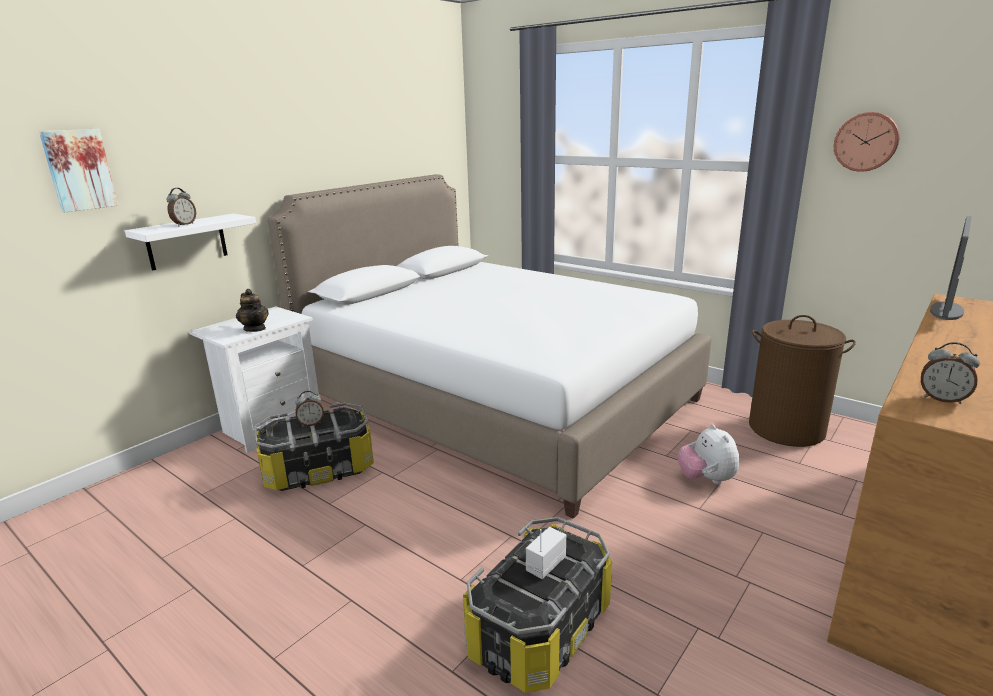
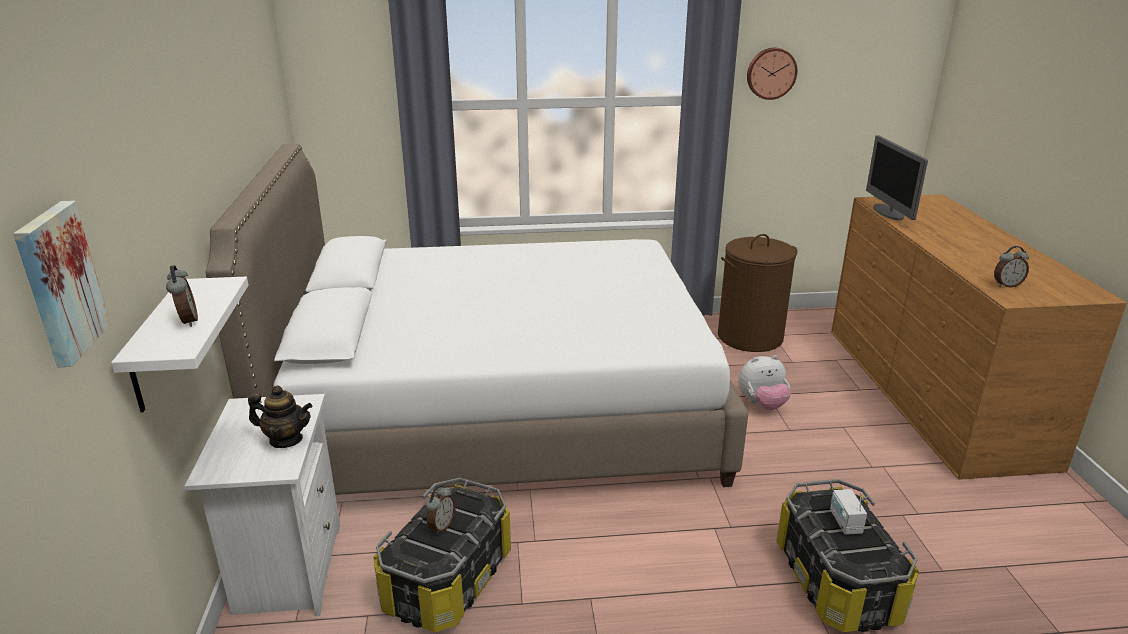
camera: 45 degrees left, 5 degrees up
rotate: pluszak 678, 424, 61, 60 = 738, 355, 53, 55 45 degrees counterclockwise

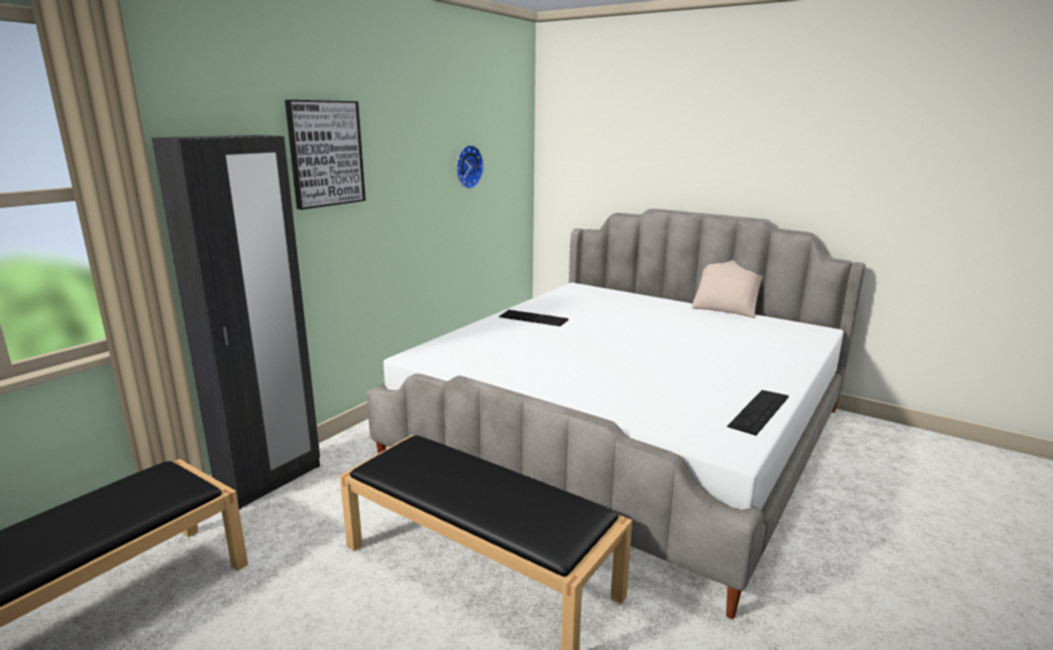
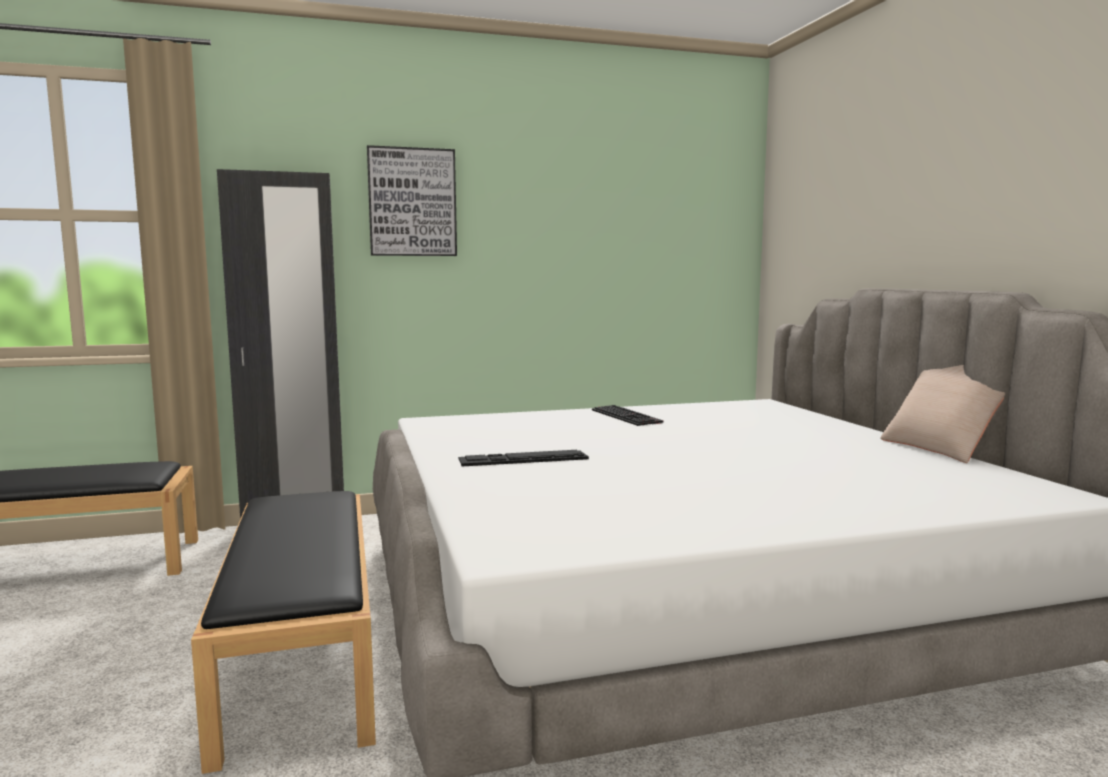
camera: 40 degrees right, 10 degrees down
delete: zegar ścienny 456, 145, 28, 44
move: klawiatura 727, 390, 62, 46 to 458, 450, 131, 17

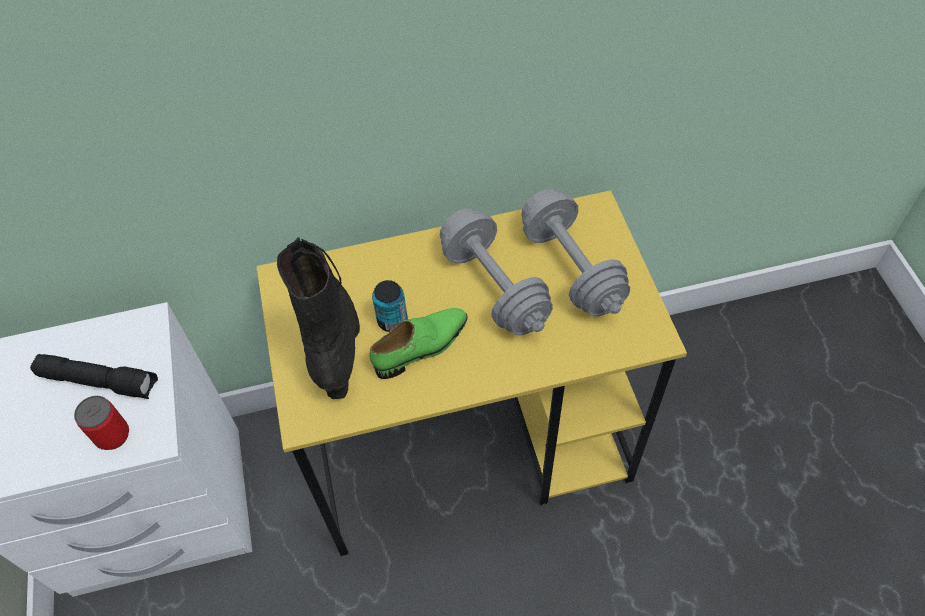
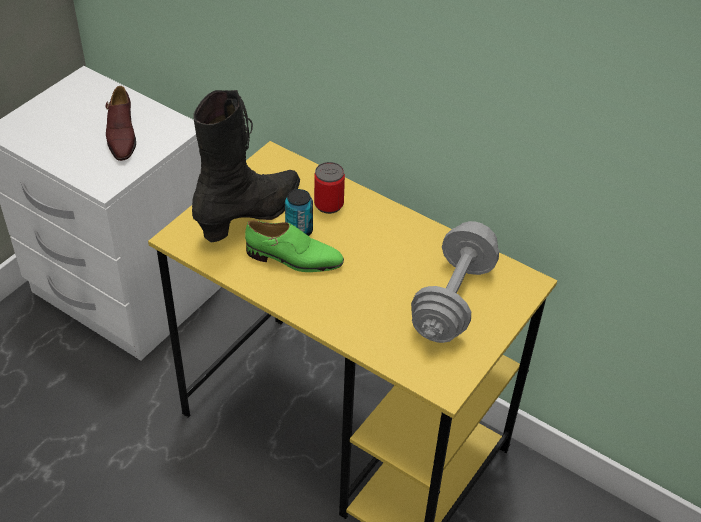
camera: 45 degrees right, 10 degrees down
delete: hantel [szary] 440, 208, 113, 127
move: puszka 74, 396, 55, 54 to 314, 162, 31, 52
replace: latarka [czarny] 30, 354, 128, 45 to but [brązowy] 105, 86, 31, 75

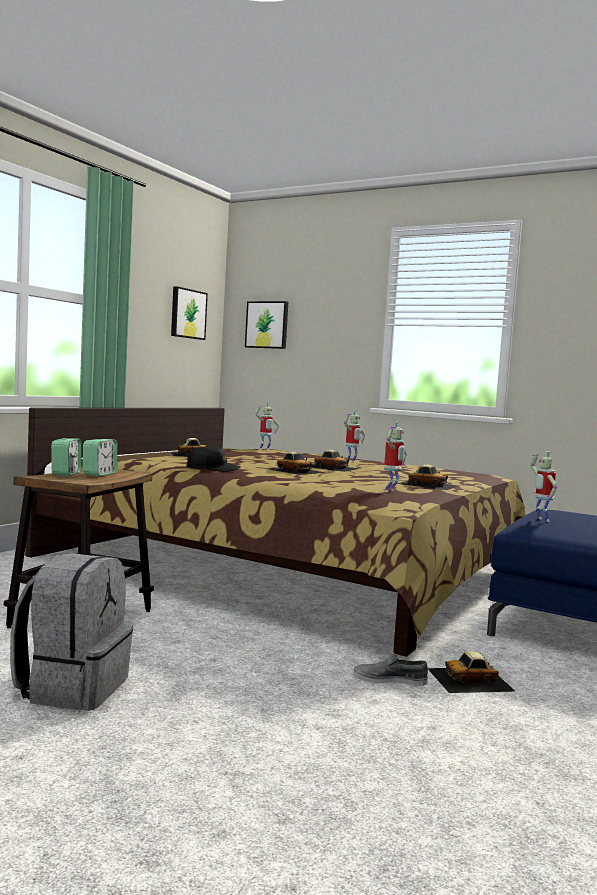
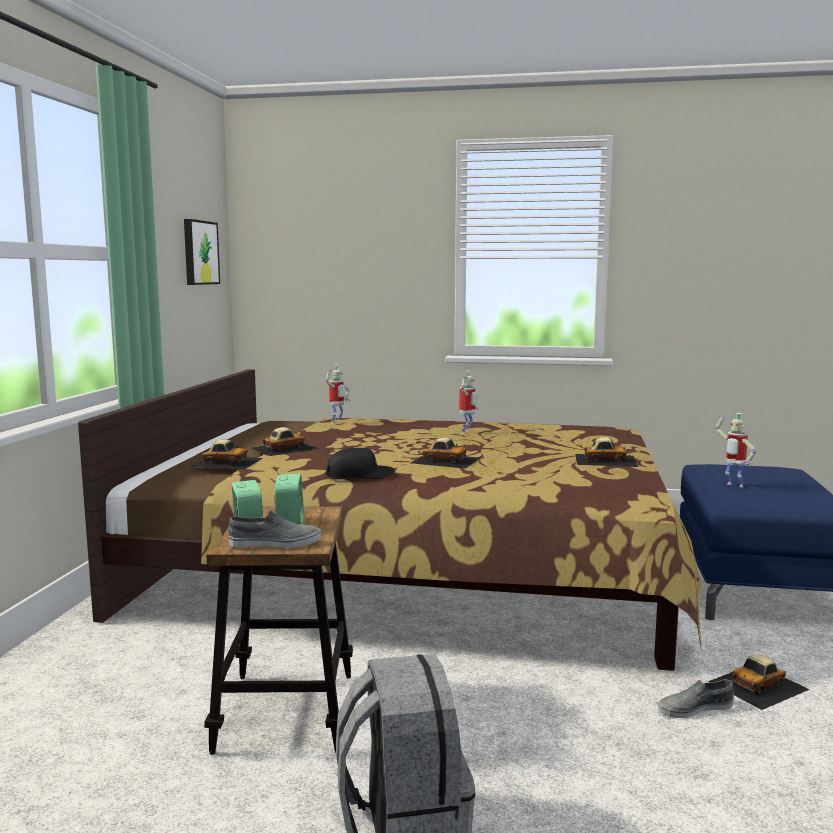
camera: 20 degrees left, 5 degrees up
delete: obraz 245, 301, 43, 48; robot zabawkowy 384, 421, 23, 71
insert: but [szary] 228, 510, 94, 38
move: samochodzik 311, 450, 48, 22 to 189, 440, 74, 30

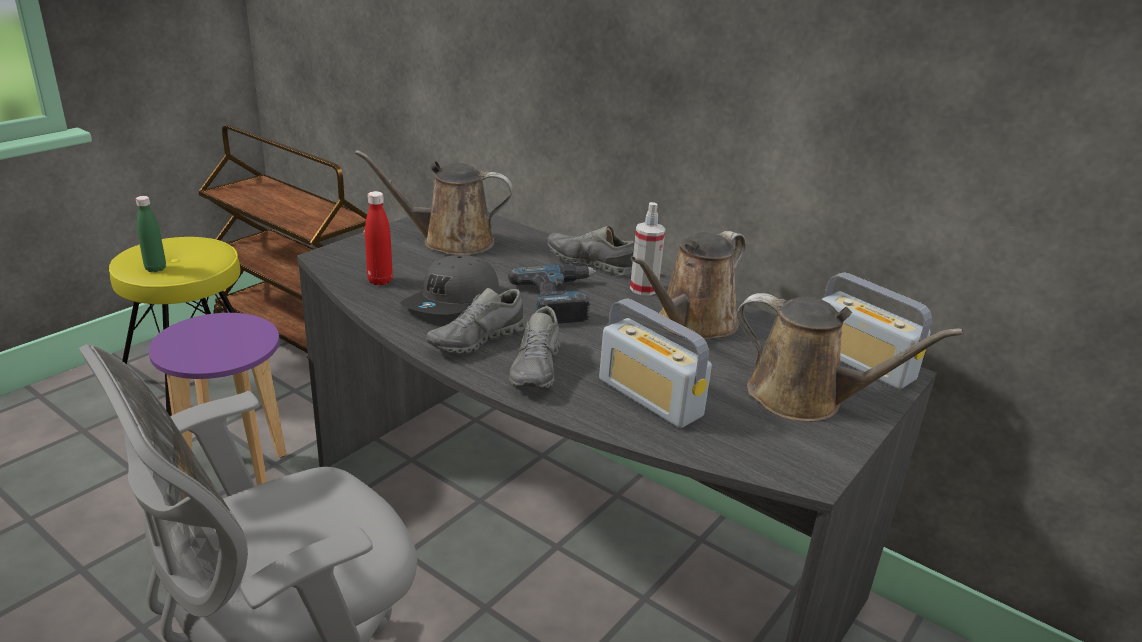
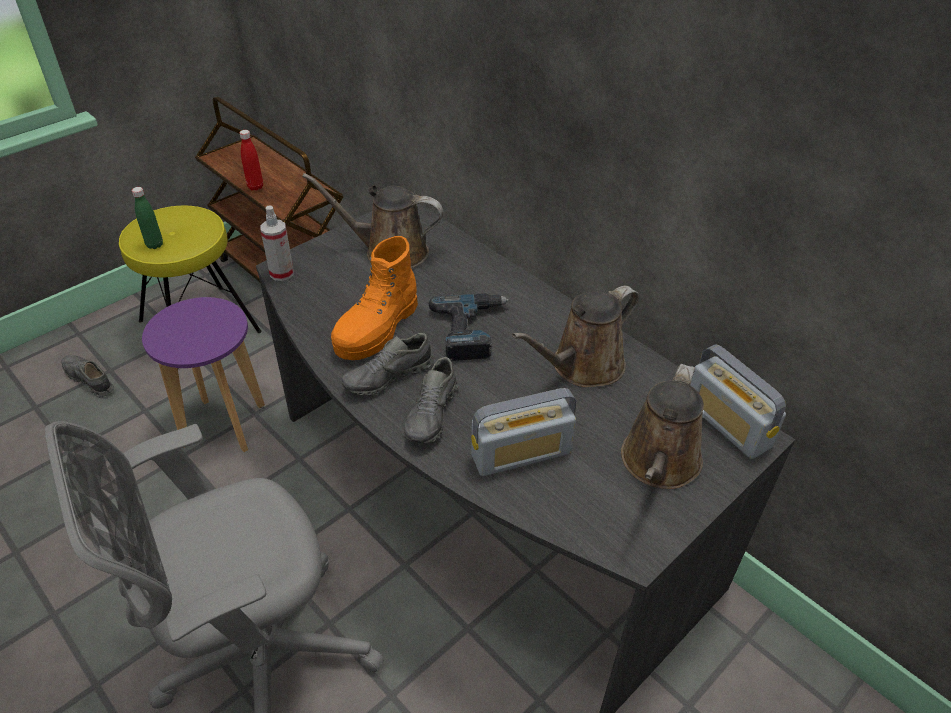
camera: 10 degrees right, 15 degrees up
move: butelka [czerwony] 365, 191, 28, 94 to 239, 130, 24, 61; spryskiwacz 630, 202, 36, 94 to 260, 205, 34, 76; but [szary] 547, 226, 87, 50 to 62, 355, 52, 42
replace: czapka z daszkiem [szary] 401, 255, 98, 60 to but z cholewką [pomarańczowy] 331, 236, 87, 124
rotate: konewka [brązowy] 736, 293, 227, 129 = 621, 364, 83, 125 75 degrees clockwise; radio 599, 298, 113, 130 = 471, 388, 105, 88 75 degrees counterclockwise

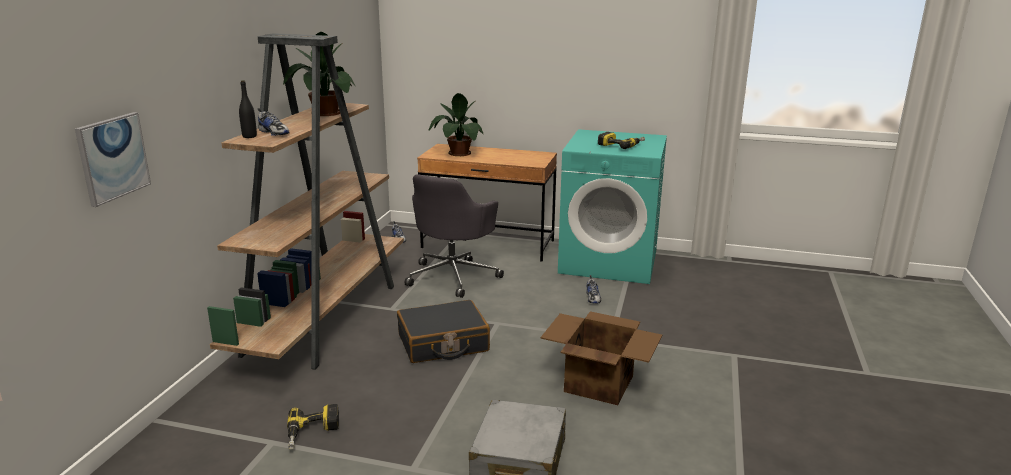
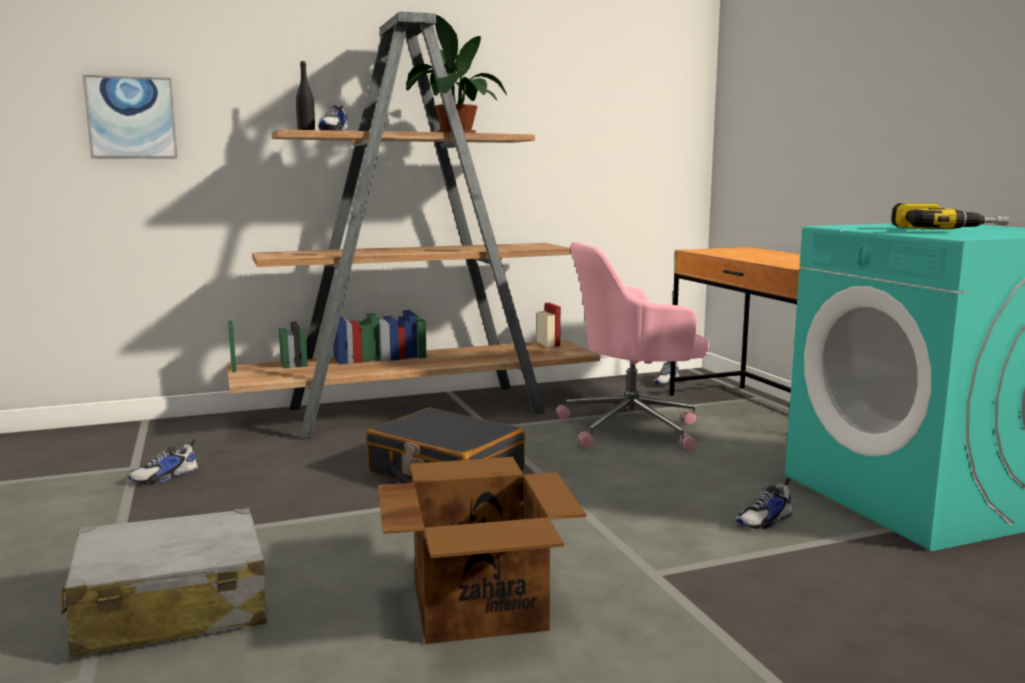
camera: 55 degrees right, 10 degrees down
delete: roślina doniczkowa 429, 93, 54, 63
replace: wiertarka 287, 404, 52, 45 to but 128, 439, 70, 45
recolor: krzesło biurowe [szary] 405, 174, 99, 124 to krzesło biurowe [różowy] 556, 242, 153, 208

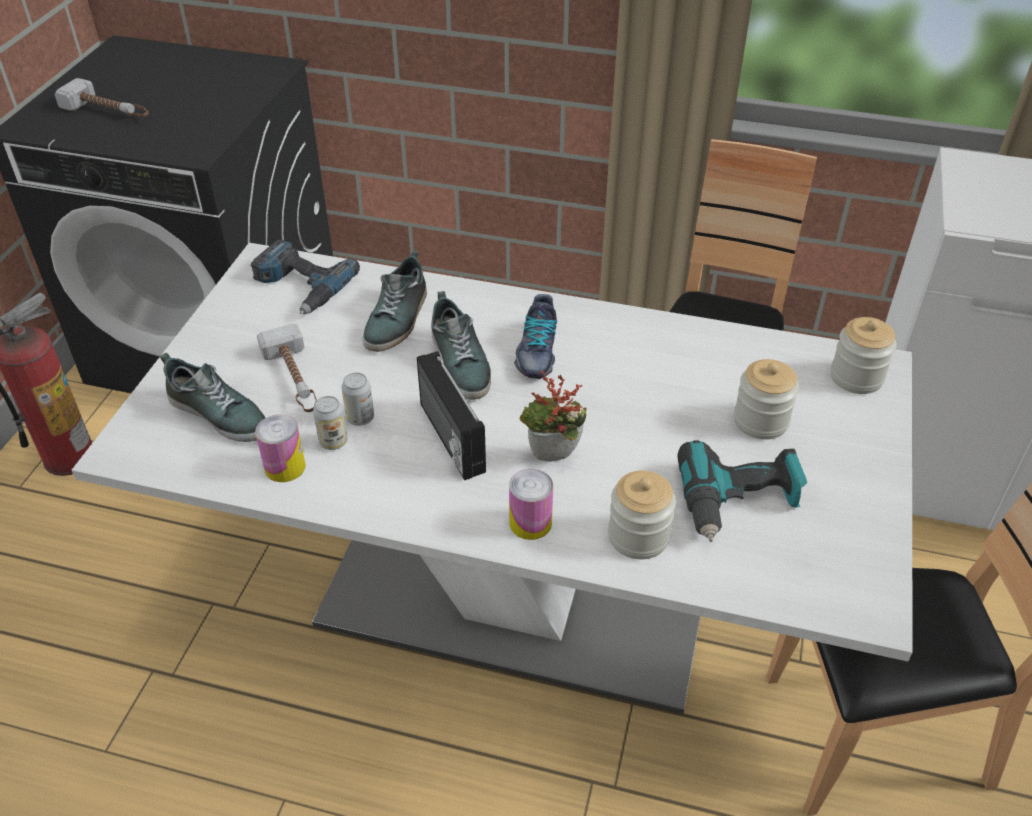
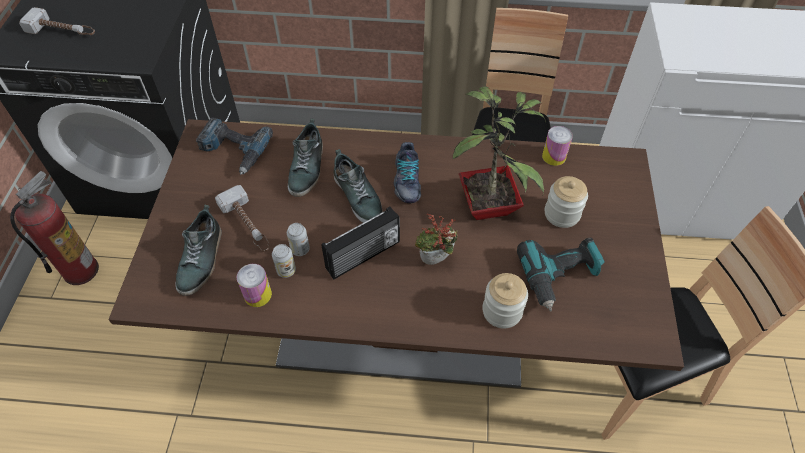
camera: 10 degrees left, 10 degrees up
delete: słoik 831, 317, 65, 77
insert: roślina doniczkowa 453, 87, 93, 133
move: puszka 509, 469, 44, 71 to 542, 126, 31, 40
recolor: stół jadalny [biały] 72, 243, 841, 471 to stół jadalny [brązowy] 108, 119, 576, 269
rotate: radio 417, 351, 69, 129 = 321, 207, 79, 72 90 degrees counterclockwise; but 160, 353, 106, 89 = 176, 205, 46, 91 75 degrees clockwise

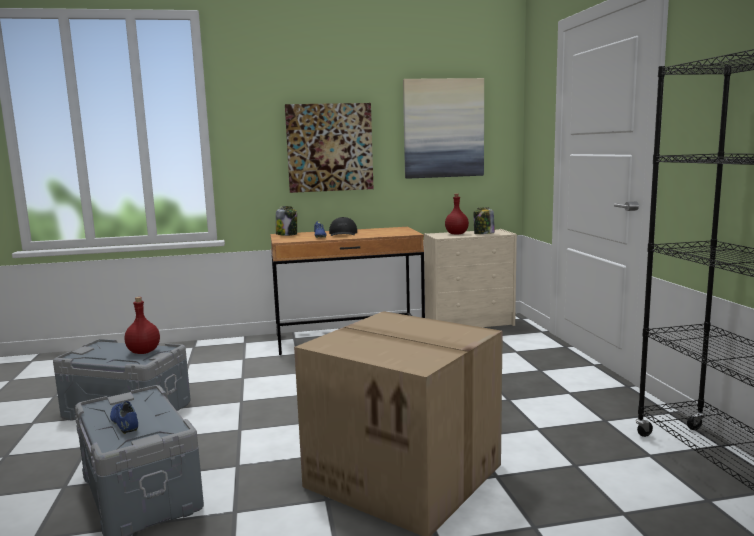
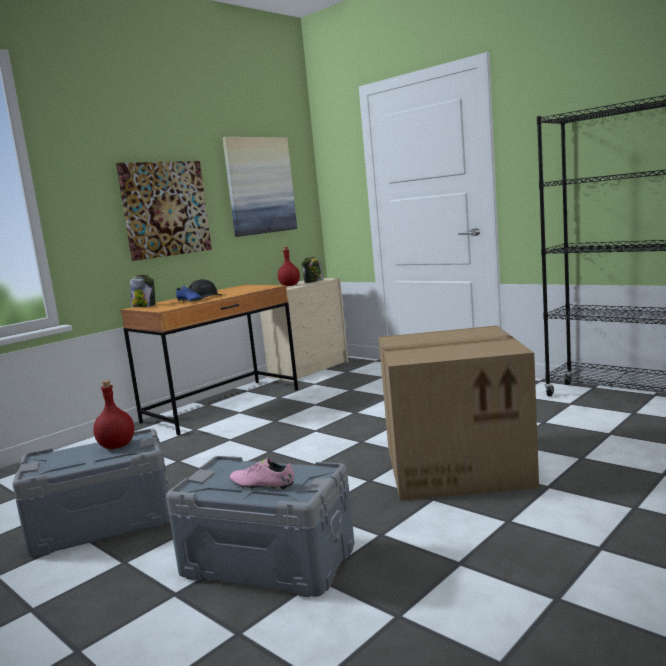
camera: 35 degrees left, 0 degrees up
recolor: but [niebieski] 110, 401, 28, 33 to but [różowy] 230, 458, 64, 32

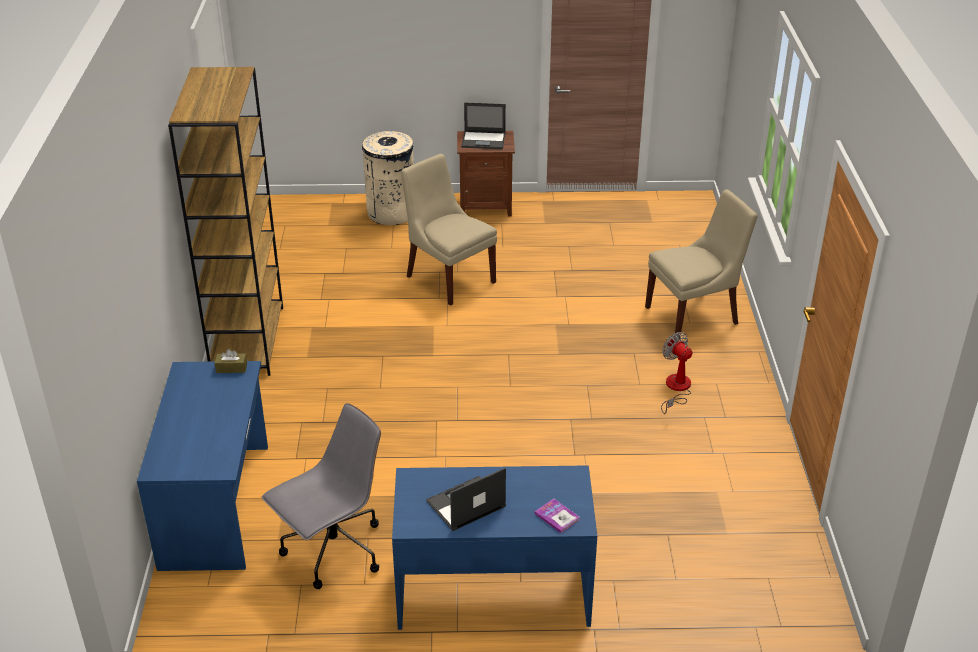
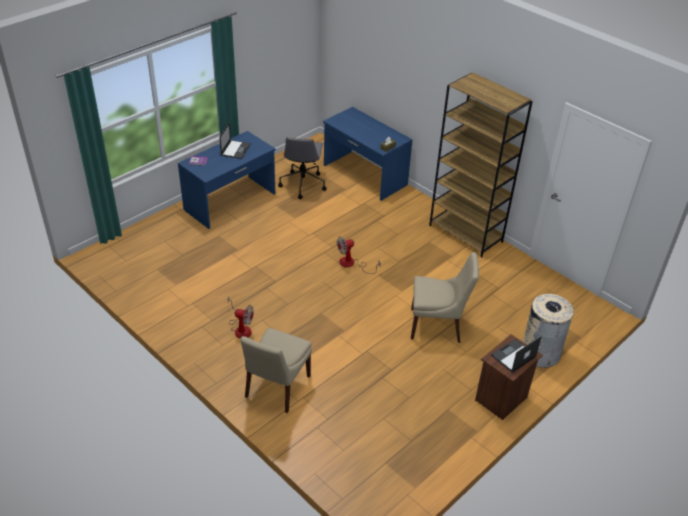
camera: 135 degrees right, 5 degrees up
insert: wentylator 337, 237, 44, 37

